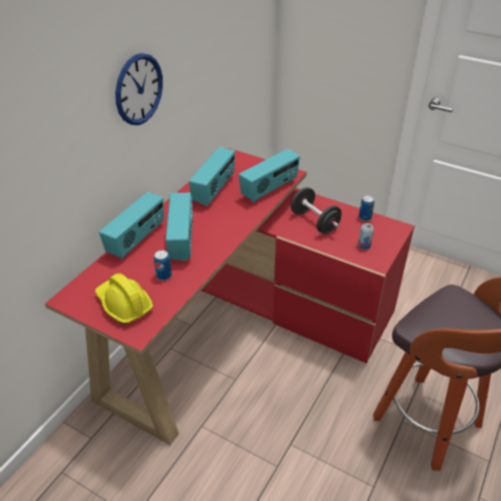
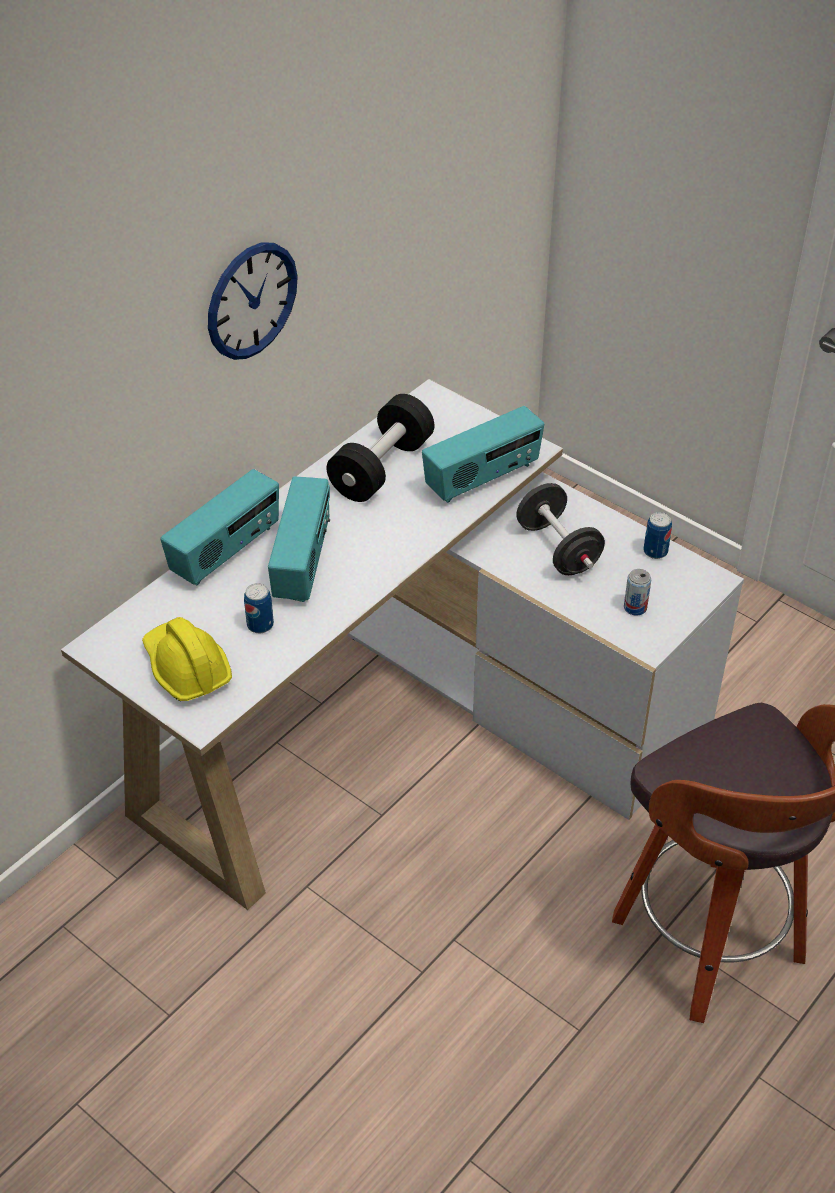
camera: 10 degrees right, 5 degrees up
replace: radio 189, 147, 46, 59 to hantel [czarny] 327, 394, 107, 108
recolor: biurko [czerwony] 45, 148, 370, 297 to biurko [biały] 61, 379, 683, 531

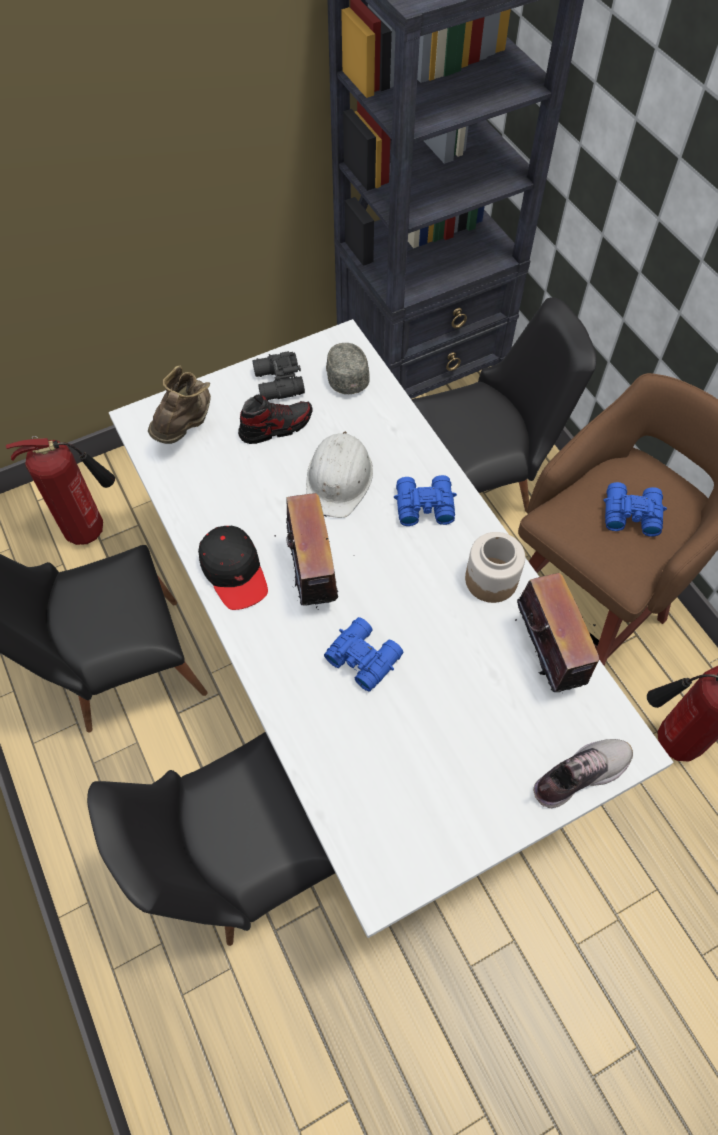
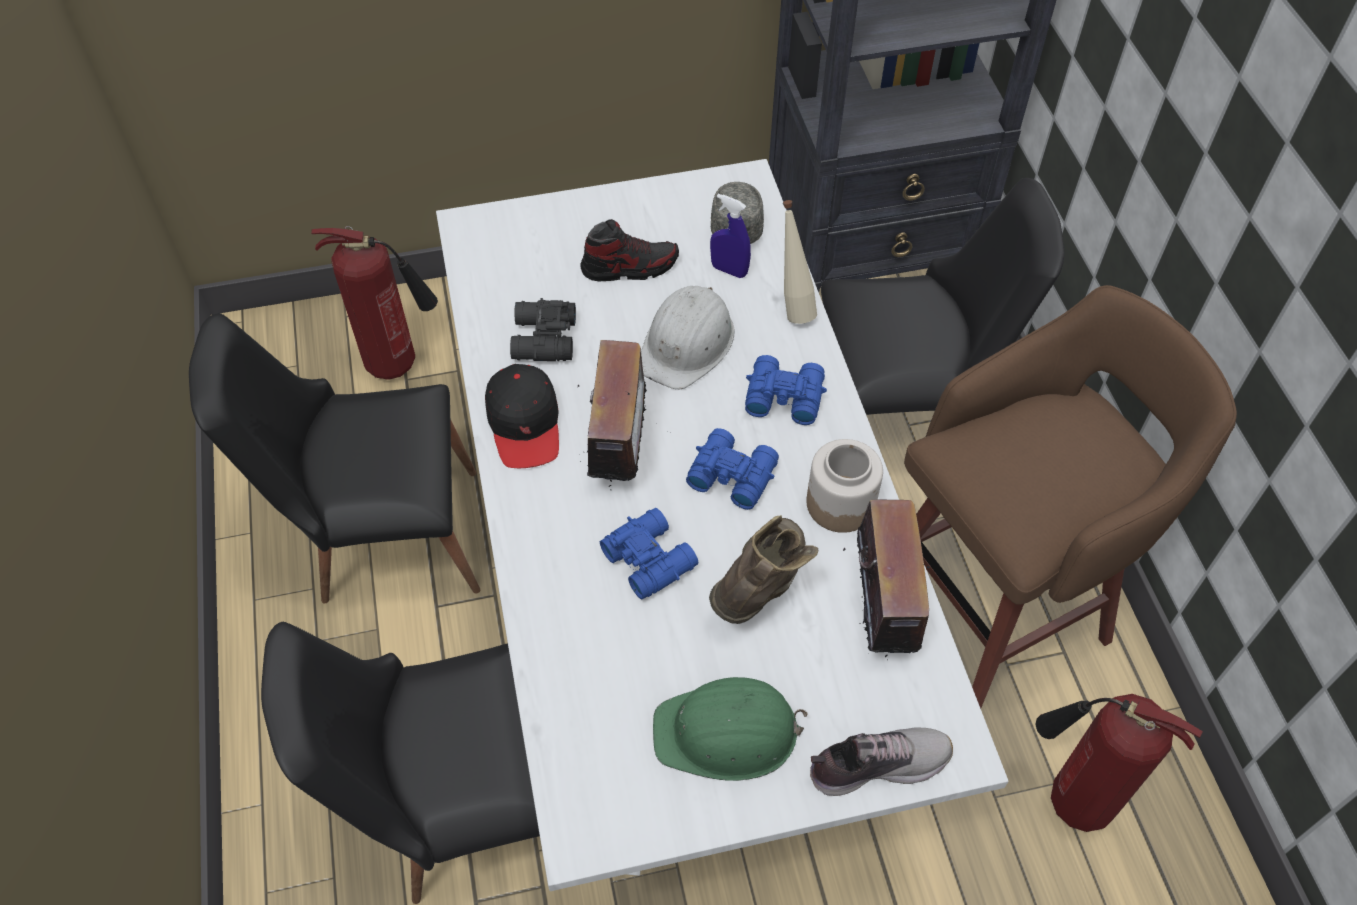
camera: 15 degrees right, 5 degrees down
insert: spryskiwacz [niebieski] 710, 194, 41, 84; butelka [beżowy] 783, 200, 34, 124; kask [zielony] 653, 677, 155, 104
move: lornetka [czarny] 252, 351, 53, 50 to 510, 298, 66, 63; but z cholewką [brązowy] 148, 365, 63, 79 to 709, 515, 110, 109; lornetka [niebieski] 604, 482, 63, 55 to 686, 428, 93, 82

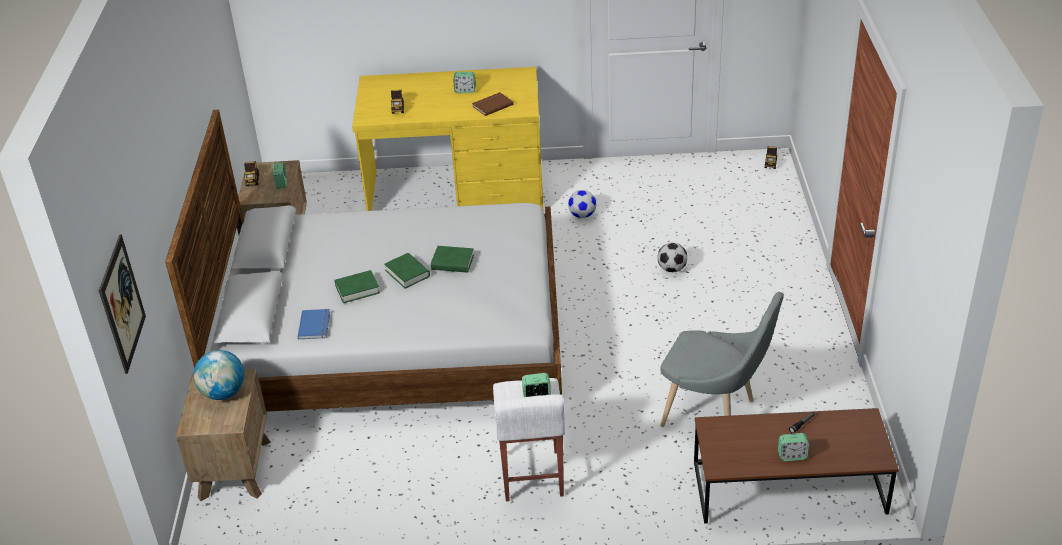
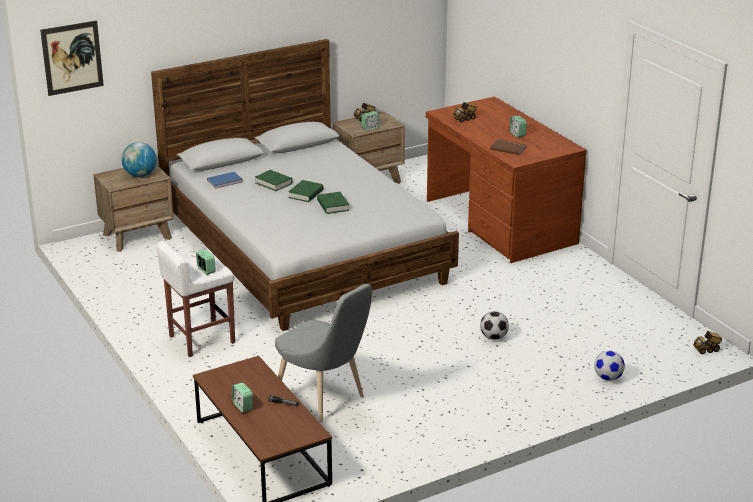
camera: 60 degrees right, 10 degrees down
move: piłka futbolowa 568, 190, 28, 28 to 594, 351, 31, 30
recolor: biurko [żółty] 352, 67, 191, 144 to biurko [brązowy] 426, 96, 161, 167
rotate: krzesło [szary] 660, 292, 124, 135 = 275, 284, 97, 138 45 degrees counterclockwise

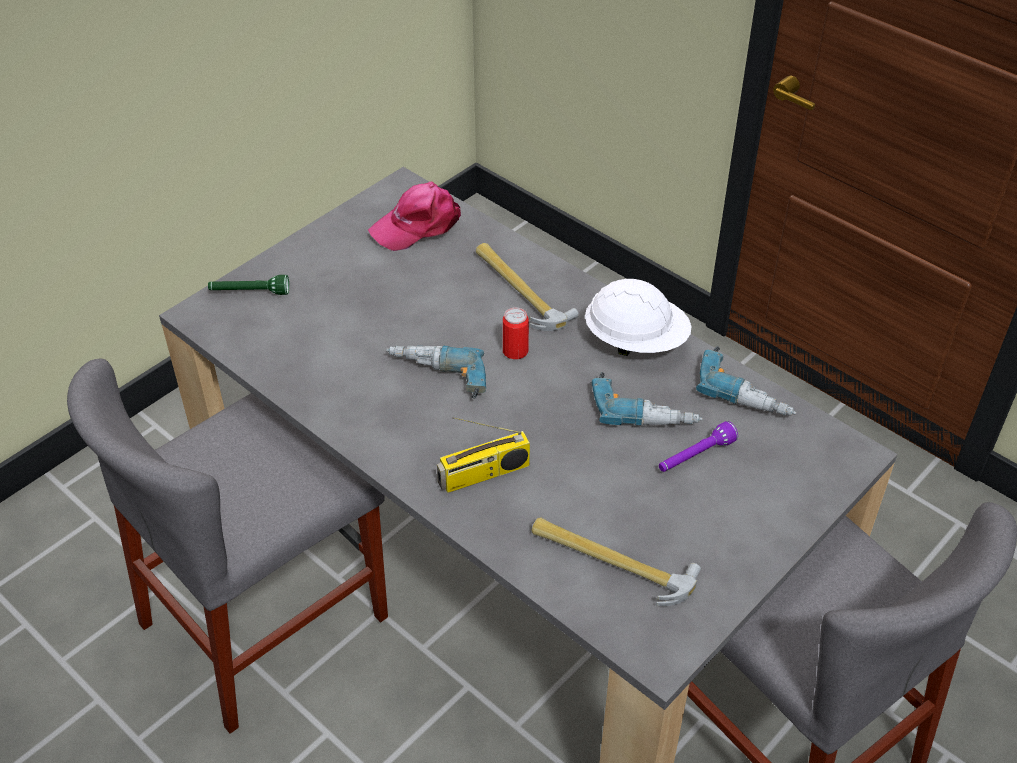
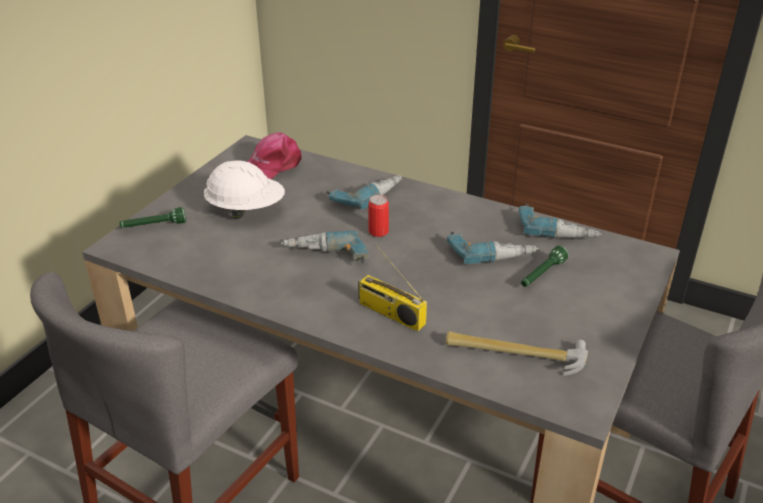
camera: 15 degrees left, 10 degrees down
move: kask [biały] 585, 279, 107, 77 to 204, 160, 81, 58
replace: młotek 476, 243, 103, 88 to wiertarka 326, 175, 76, 35
recolor: latarka [fioletowy] 659, 421, 79, 51 to latarka [zielony] 521, 246, 48, 41
rotate: radio 437, 417, 93, 76 = 358, 244, 69, 88 75 degrees clockwise

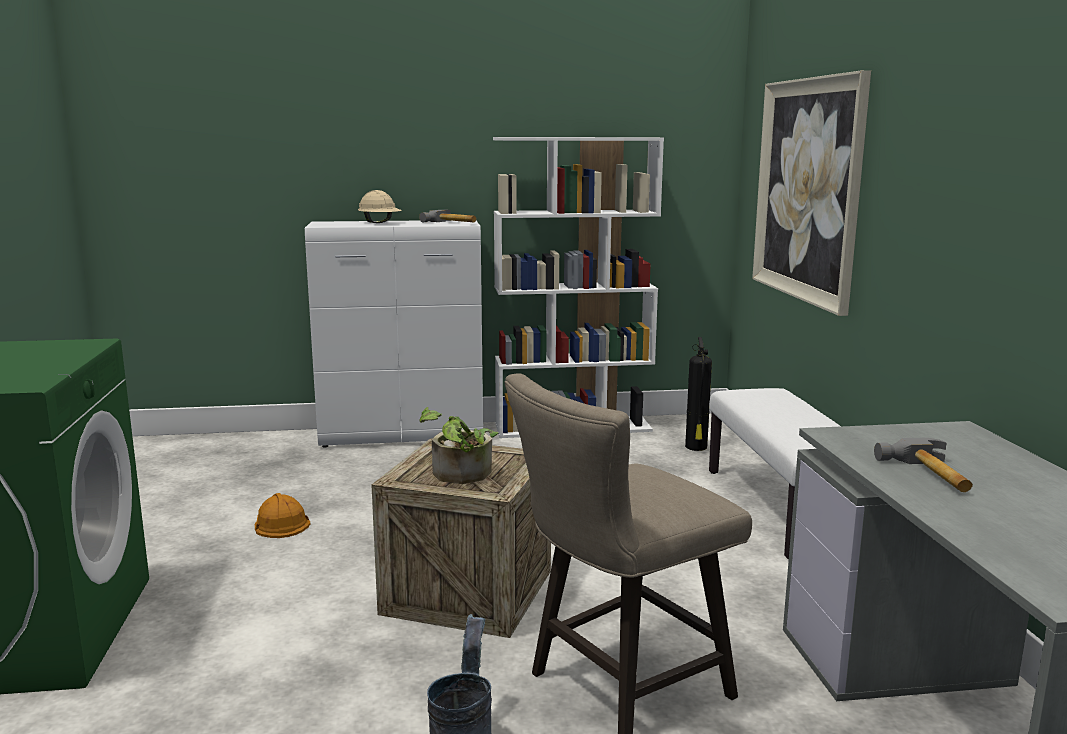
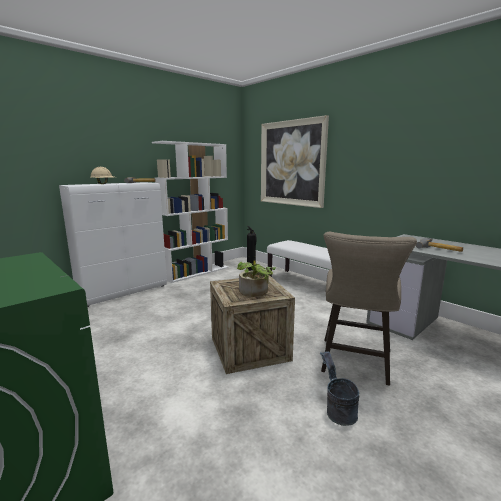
camera: 35 degrees left, 0 degrees up
delete: kask [pomarańczowy] 255, 493, 55, 45

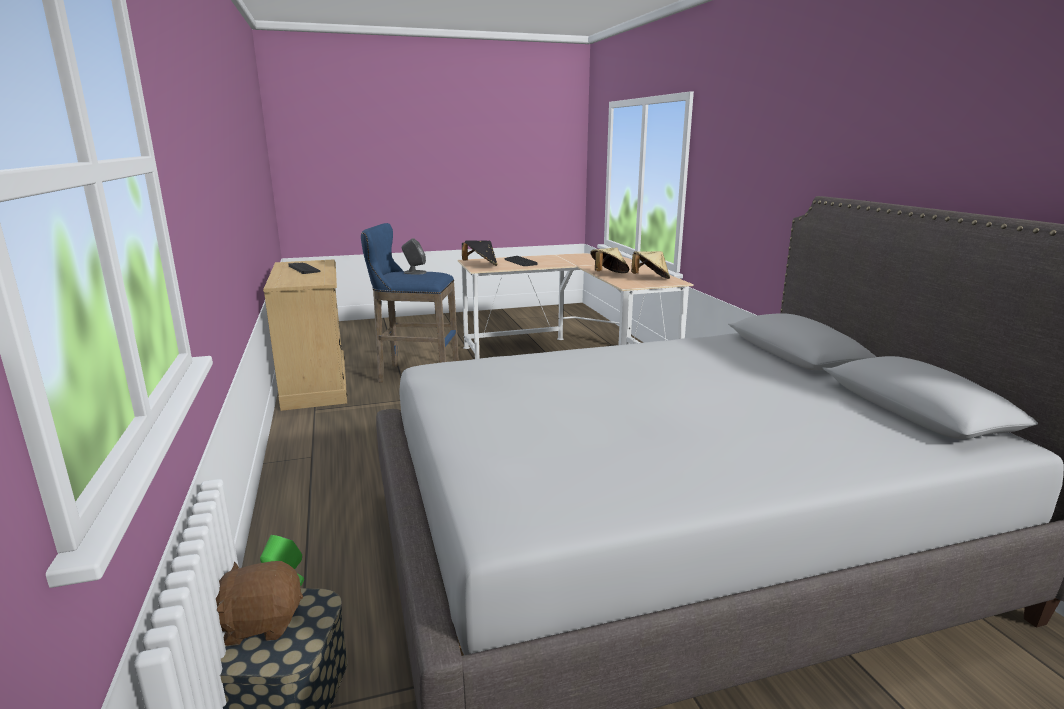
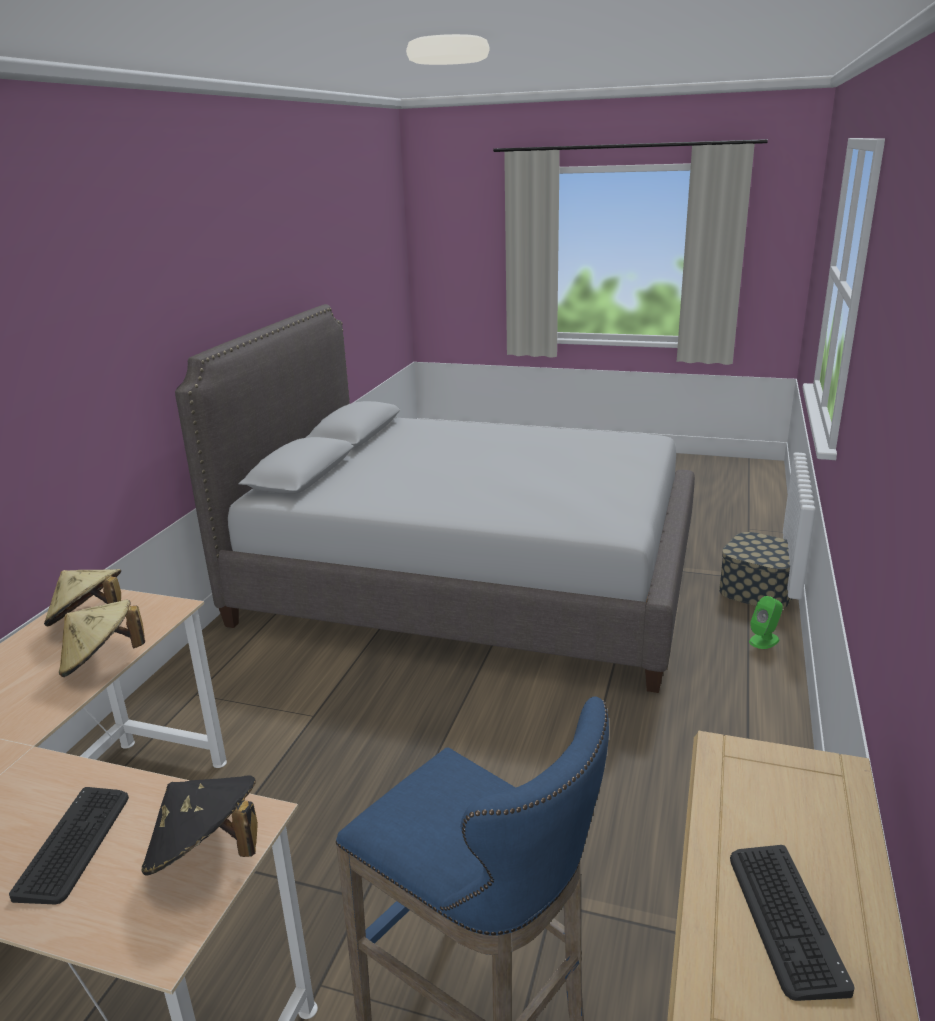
camera: 145 degrees left, 5 degrees up
delete: głośnik [szary] 402, 238, 25, 36; pluszak [brązowy] 216, 561, 87, 85

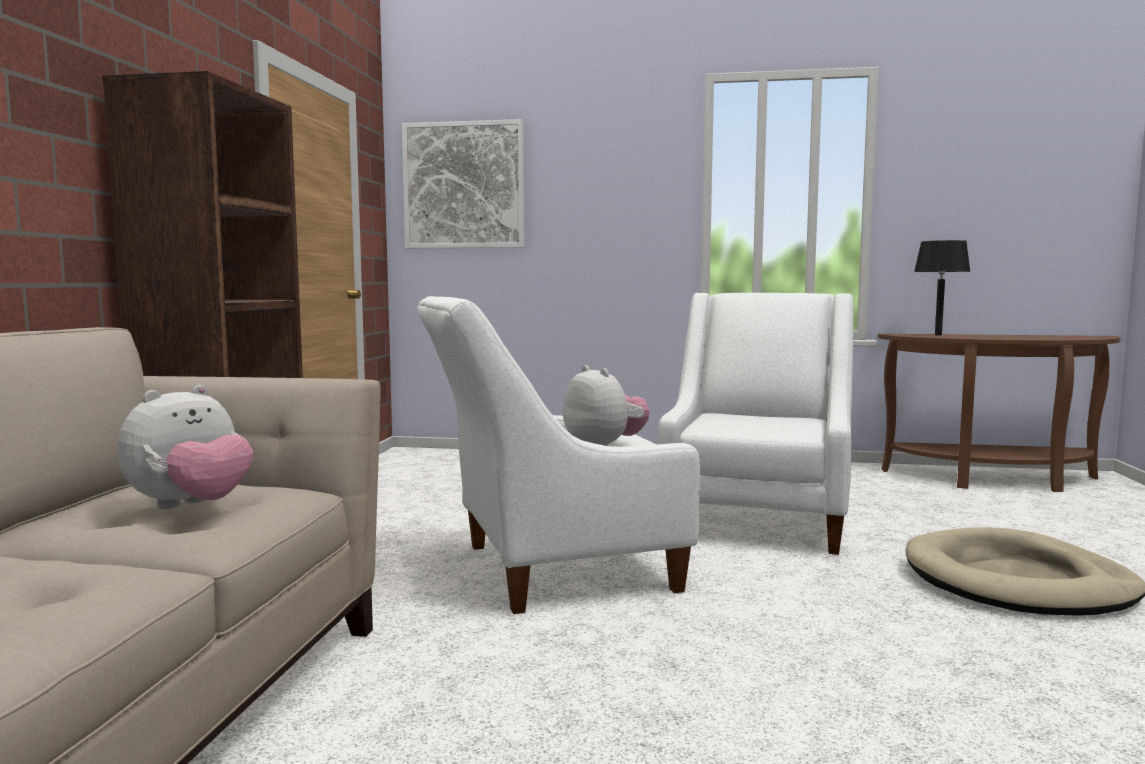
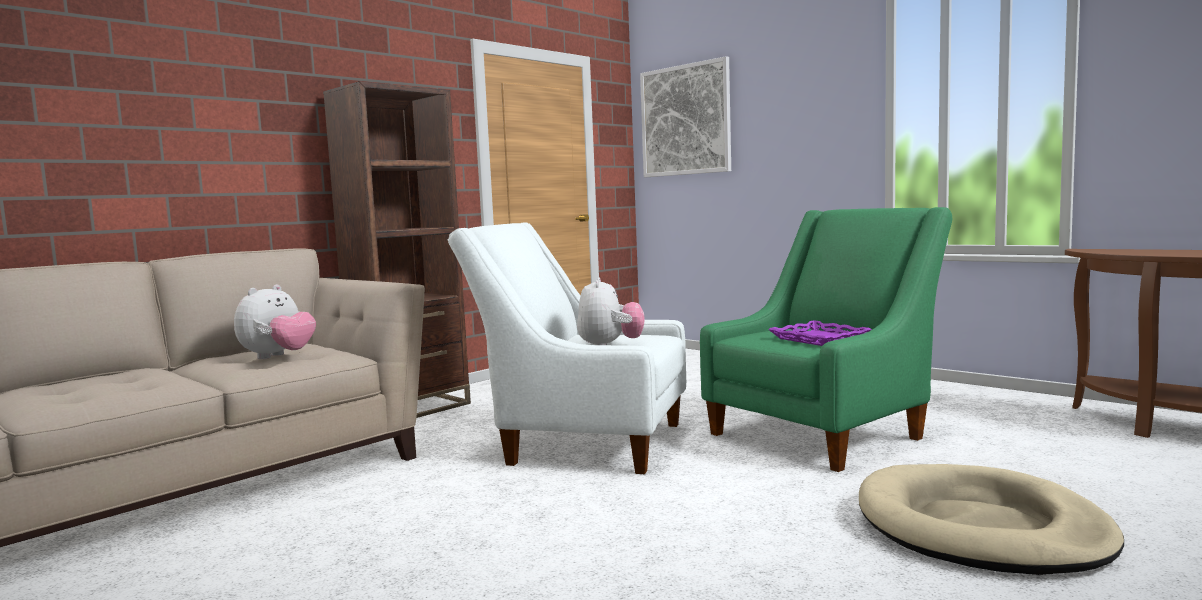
camera: 35 degrees right, 0 degrees up
delete: lampa stołowa [czarny] 914, 240, 57, 95
insert: taca [fioletowy] 768, 320, 104, 26
recolor: fotel [biały] 657, 293, 197, 262 to fotel [zielony] 700, 207, 252, 265
rotate: pluszak 117, 385, 136, 124 = 234, 285, 82, 74 45 degrees counterclockwise

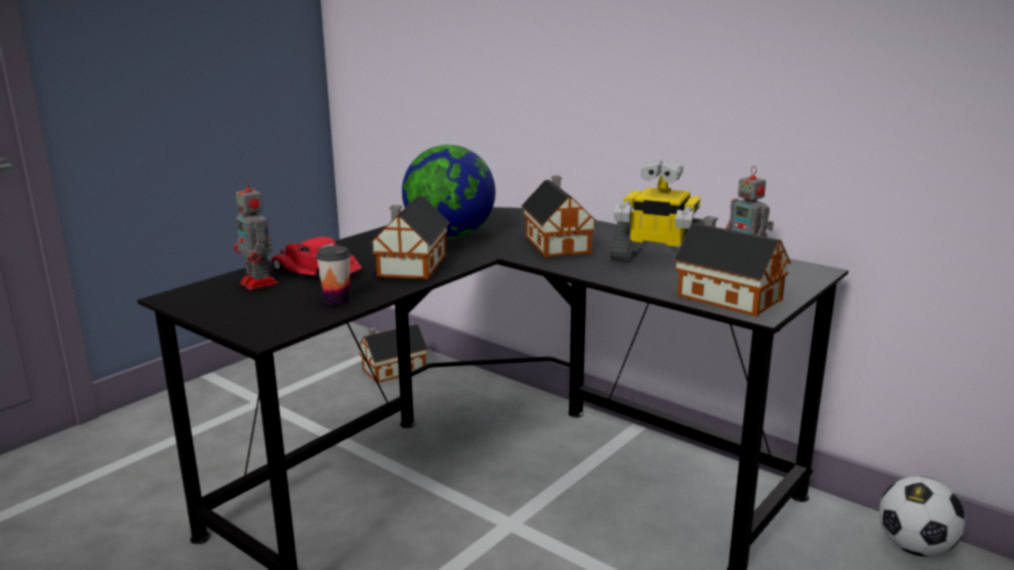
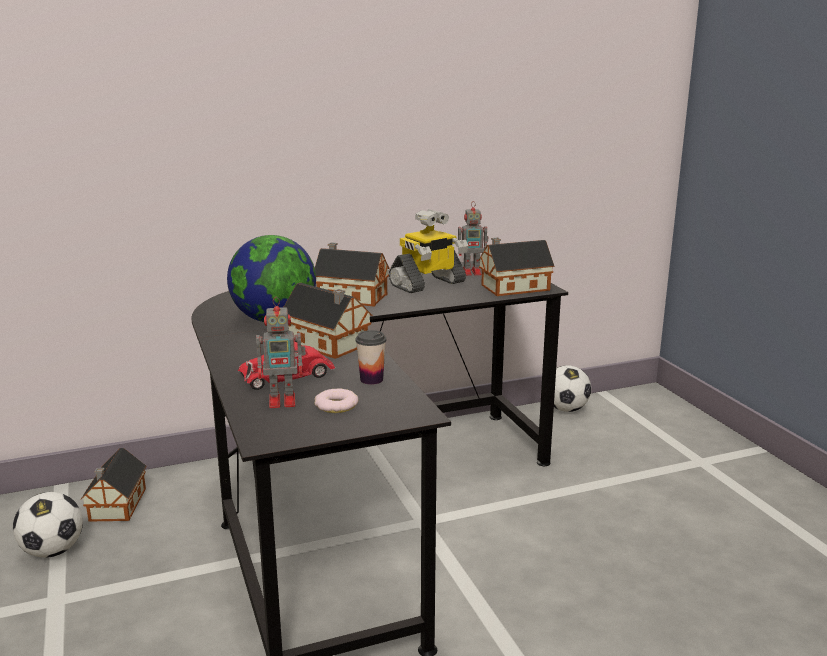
camera: 60 degrees left, 0 degrees up
insert: donut 315, 388, 43, 25; piłka futbolowa 13, 492, 70, 66

